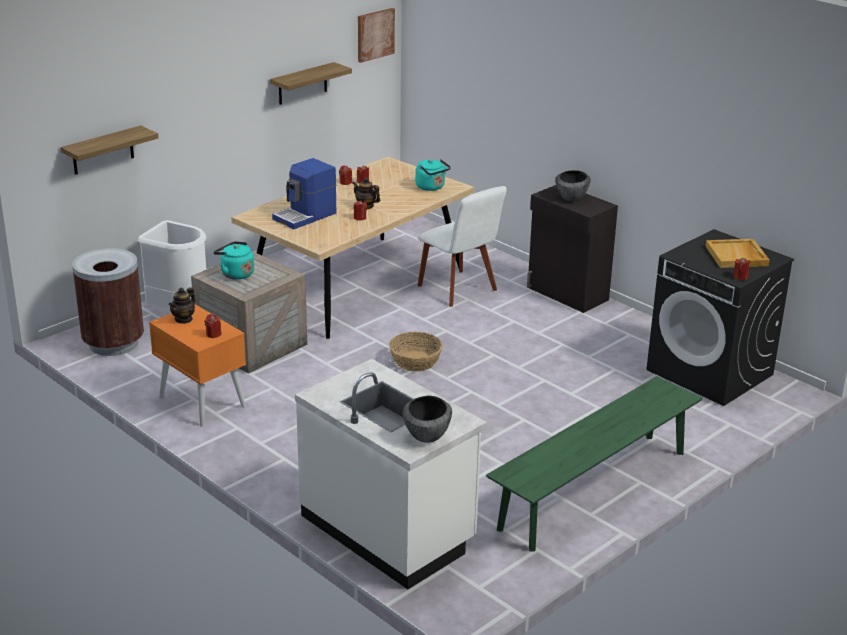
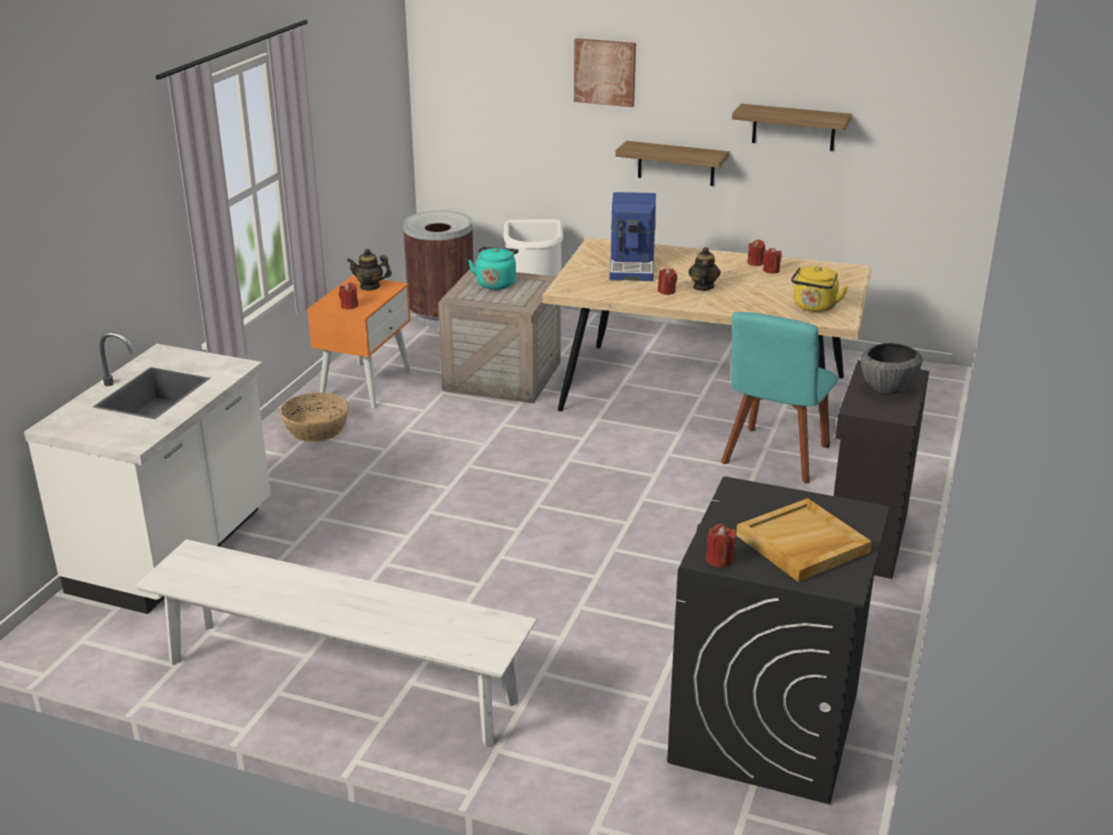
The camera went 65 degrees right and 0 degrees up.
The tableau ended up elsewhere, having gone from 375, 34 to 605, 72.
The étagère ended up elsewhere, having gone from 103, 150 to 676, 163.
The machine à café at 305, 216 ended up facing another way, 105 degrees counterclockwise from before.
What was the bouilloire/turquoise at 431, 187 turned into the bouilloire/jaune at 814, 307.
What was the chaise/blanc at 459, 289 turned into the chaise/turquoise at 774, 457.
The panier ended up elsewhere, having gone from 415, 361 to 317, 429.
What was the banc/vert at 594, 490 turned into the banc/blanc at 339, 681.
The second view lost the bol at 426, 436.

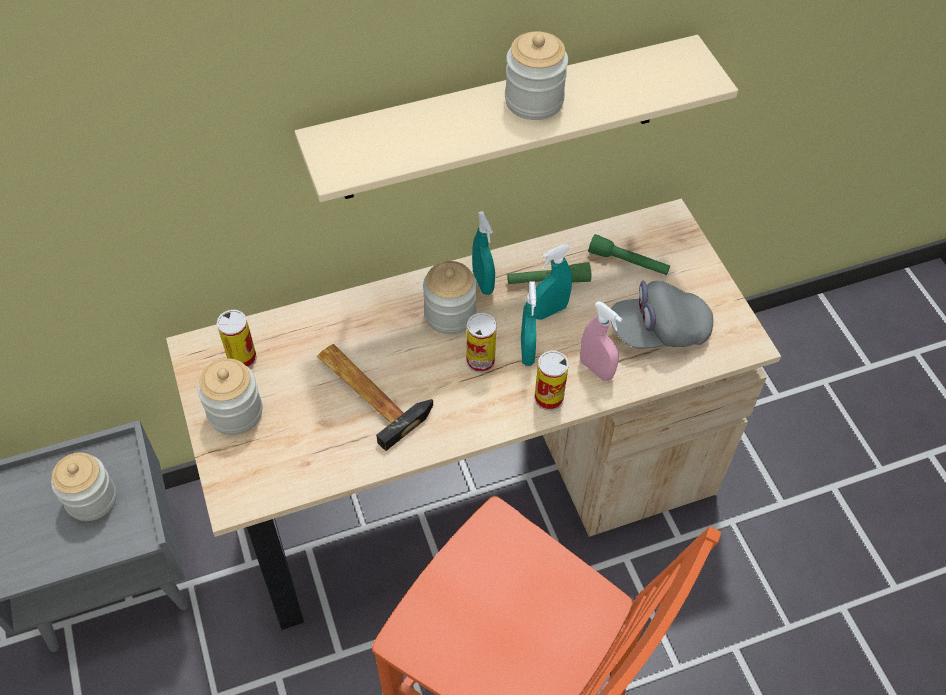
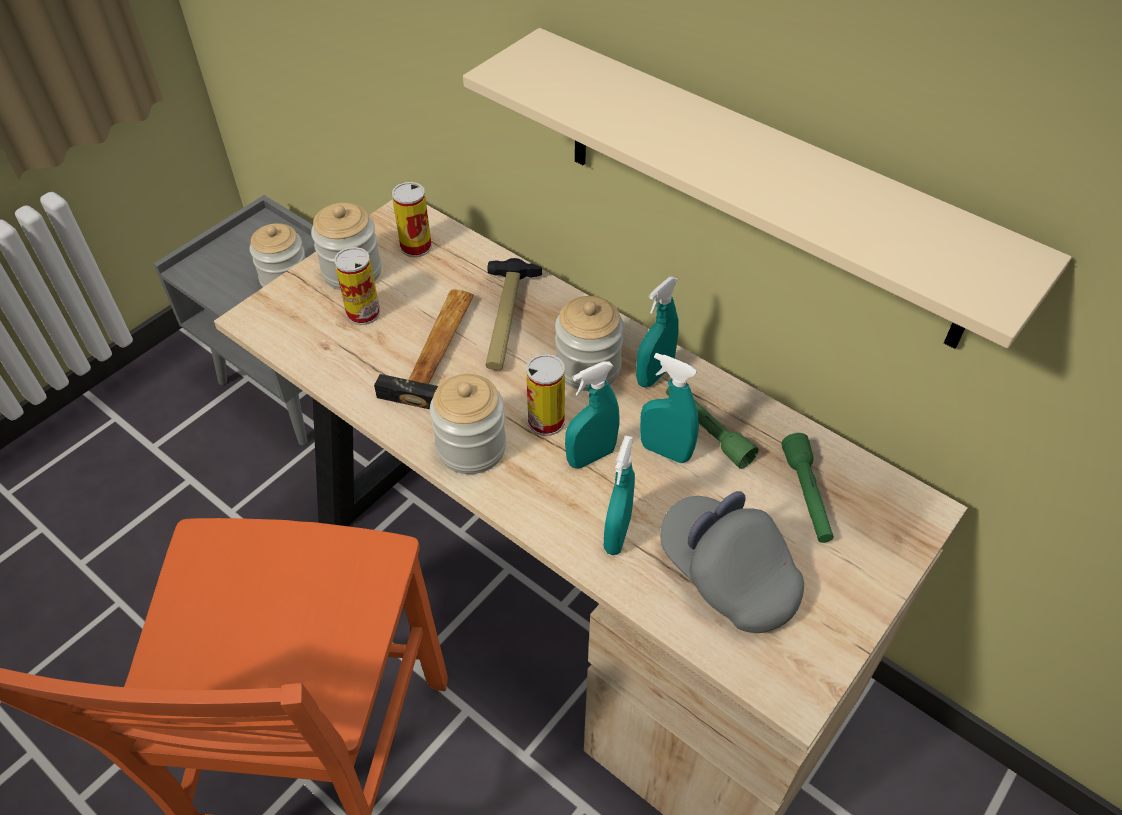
The camera went 60 degrees right and 5 degrees down.
The bocal ended up elsewhere, having gone from 534, 101 to 471, 447.
What was the vaporisateur/rose at 596, 369 turned into the vaporisateur/turquoise at 617, 534.
The boîte métallique ended up elsewhere, having gone from 548, 398 to 363, 313.
The second view gained the marteau at 506, 320.

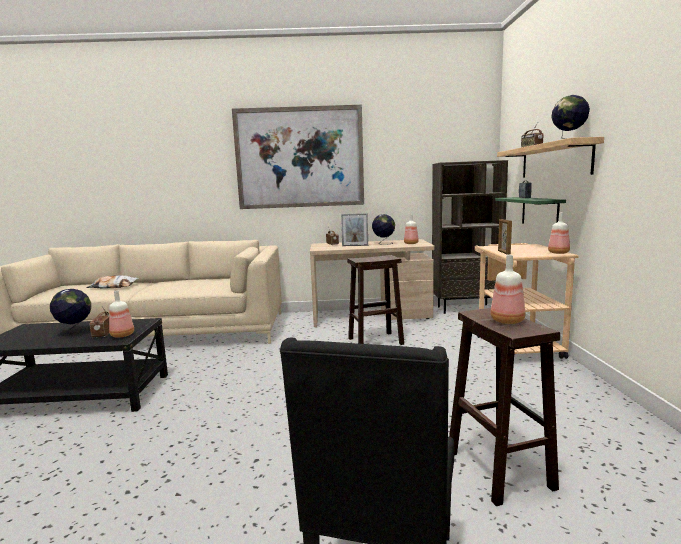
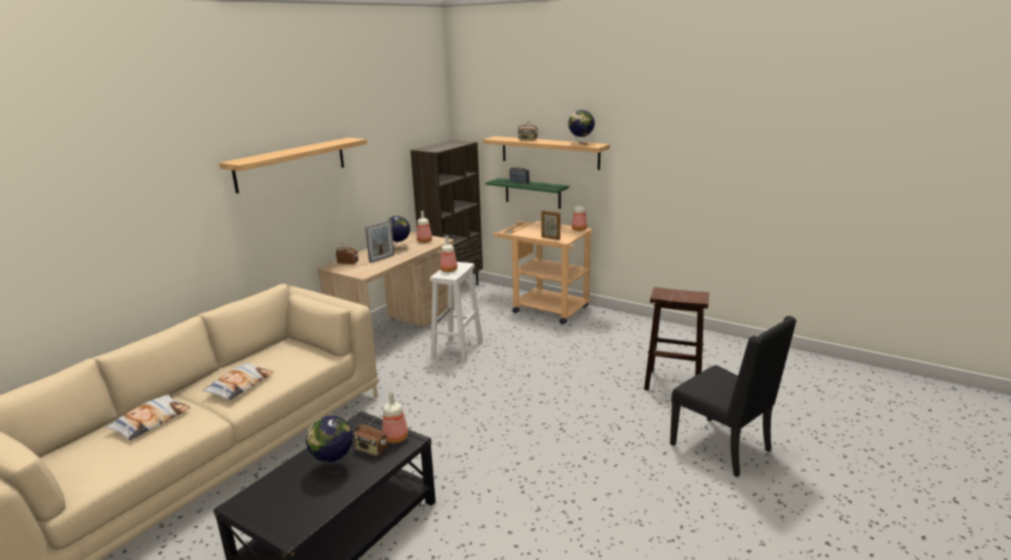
The camera went 55 degrees left and 10 degrees up.
Where the tableau hung at 300, 158, the étagère came to hang at 291, 164.
What was the tabouret/marron at 374, 341 turned into the tabouret/blanc at 457, 350.
The bouteille ended up elsewhere, having gone from 508, 320 to 449, 270.
The second view gained the coussin at 239, 385.

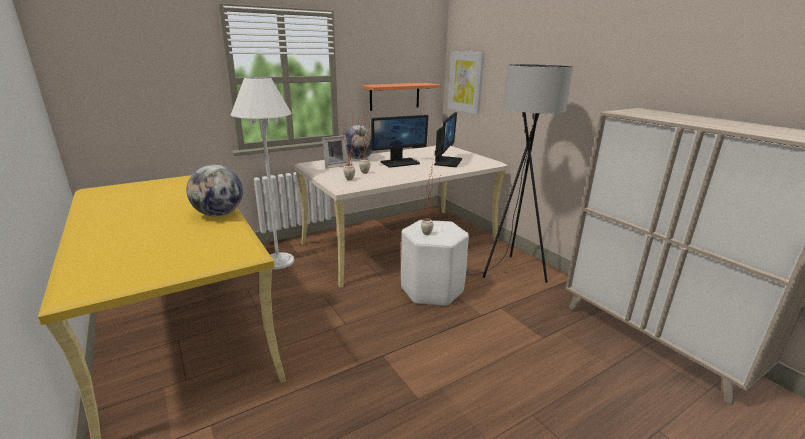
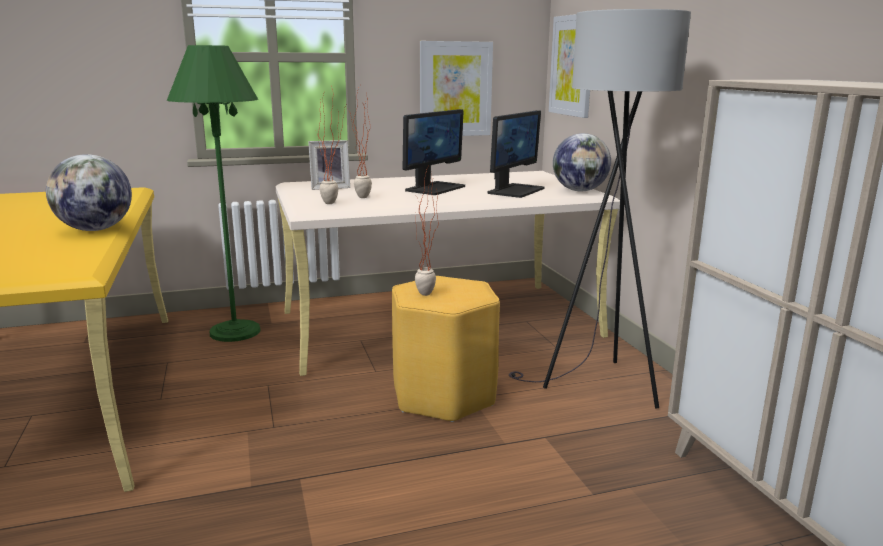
The camera went 15 degrees right and 5 degrees down.
What was the lampadaire/blanc at 278, 261 turned into the lampadaire/vert at 235, 331.
Where the étagère hung at 394, 96, the tableau came to hang at 455, 89.
The écran d'ordinateur at 400, 162 ended up facing another way, 45 degrees counterclockwise from before.
The globe ended up elsewhere, having gone from 358, 158 to 579, 190.
What was the tabouret/blanc at 431, 290 turned into the tabouret/jaune at 443, 396.

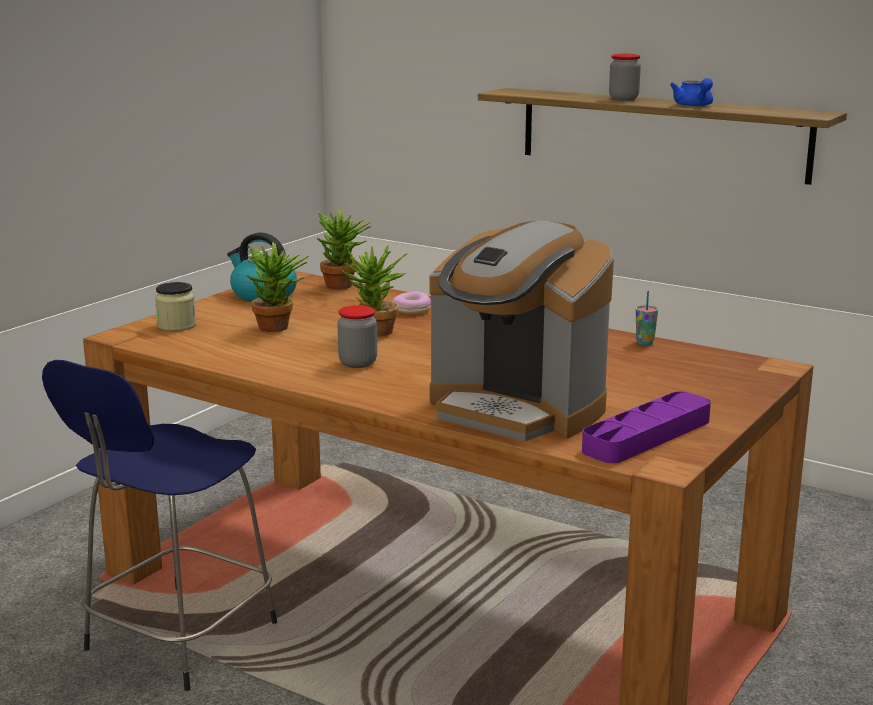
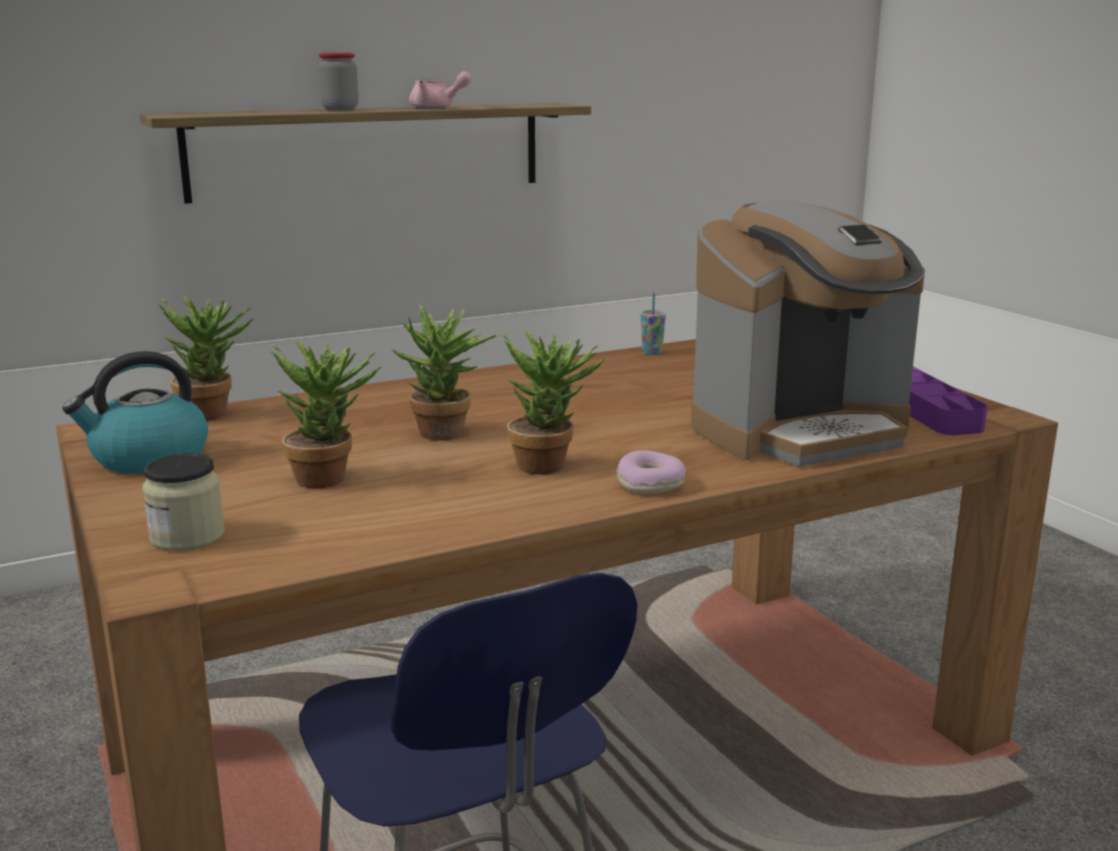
The camera went 60 degrees left and 0 degrees up.
What was the théière/bleu at 694, 106 turned into the théière/rose at 437, 107.
The beignet ended up elsewhere, having gone from 412, 310 to 650, 484.
Where the bocal stood at 358, 363, the plante en pot came to stand at 549, 464.

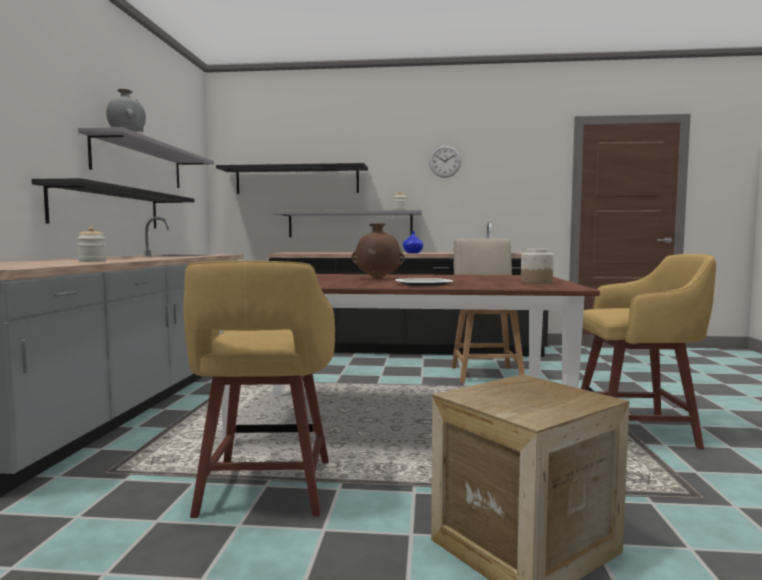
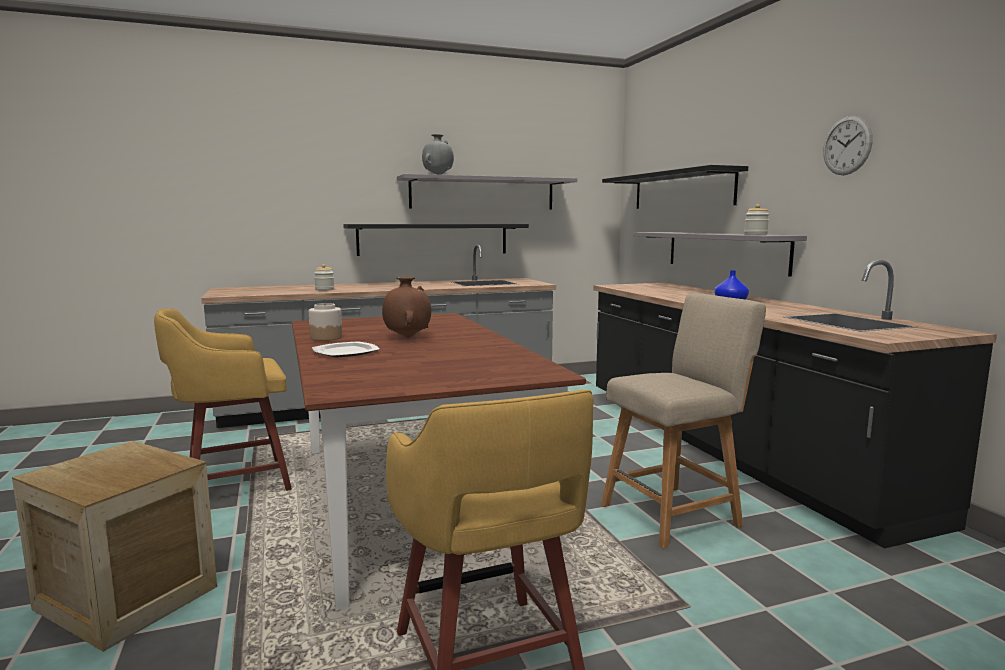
The camera went 65 degrees right and 5 degrees up.
The bocal ended up elsewhere, having gone from 536, 282 to 326, 338.

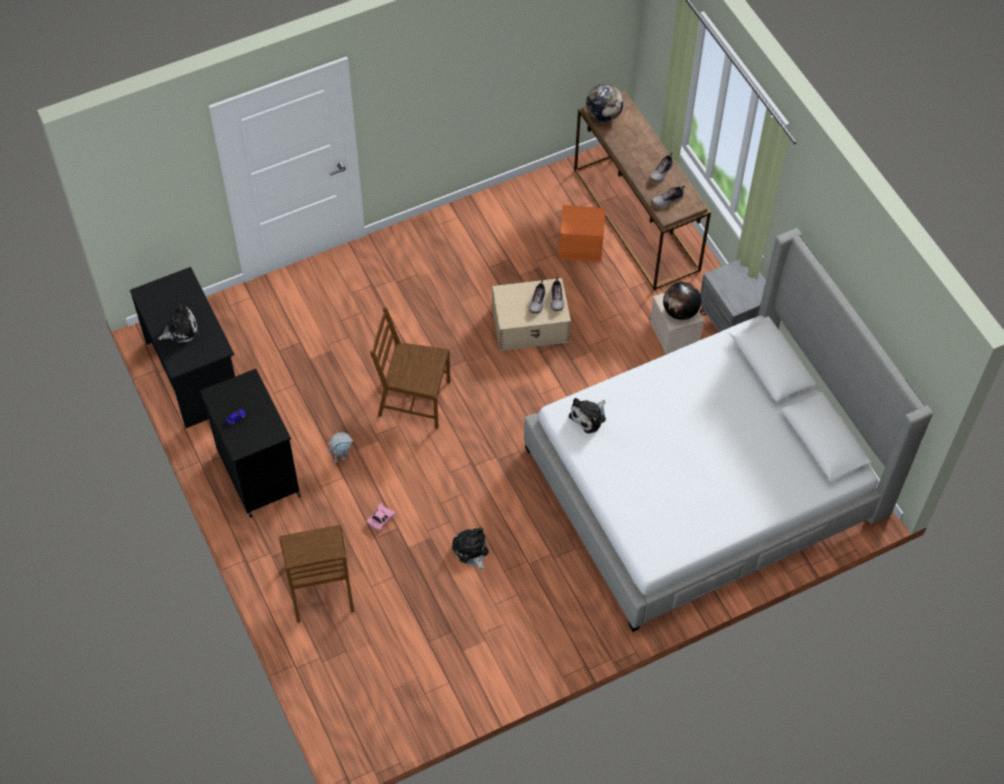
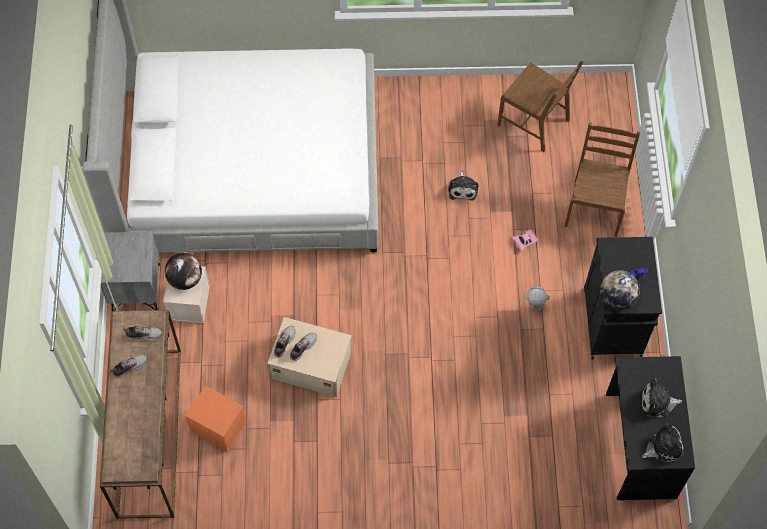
The camera went 155 degrees left and 5 degrees up.
The globe ended up elsewhere, having gone from 603, 115 to 616, 298.
The chaise/marron ended up elsewhere, having gone from 413, 399 to 534, 122.
The peluche ended up elsewhere, having gone from 589, 417 to 663, 447.

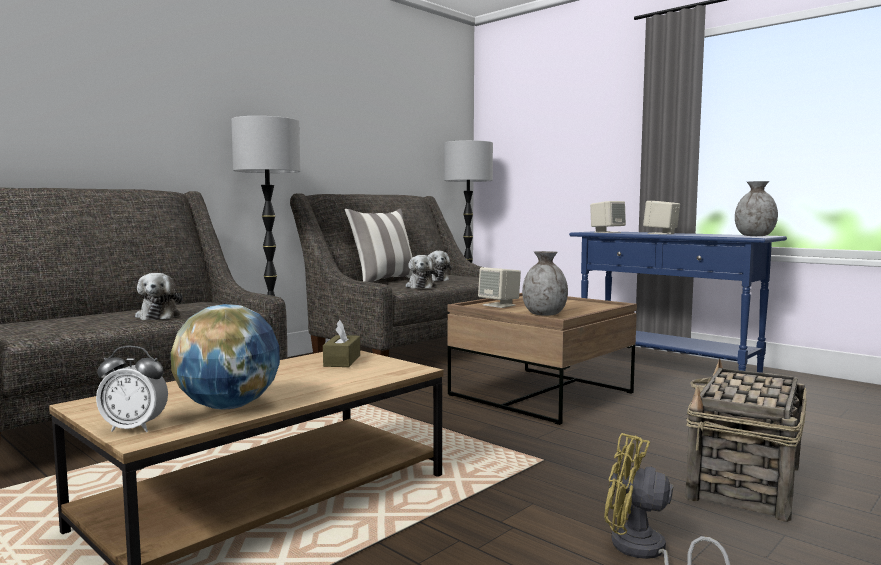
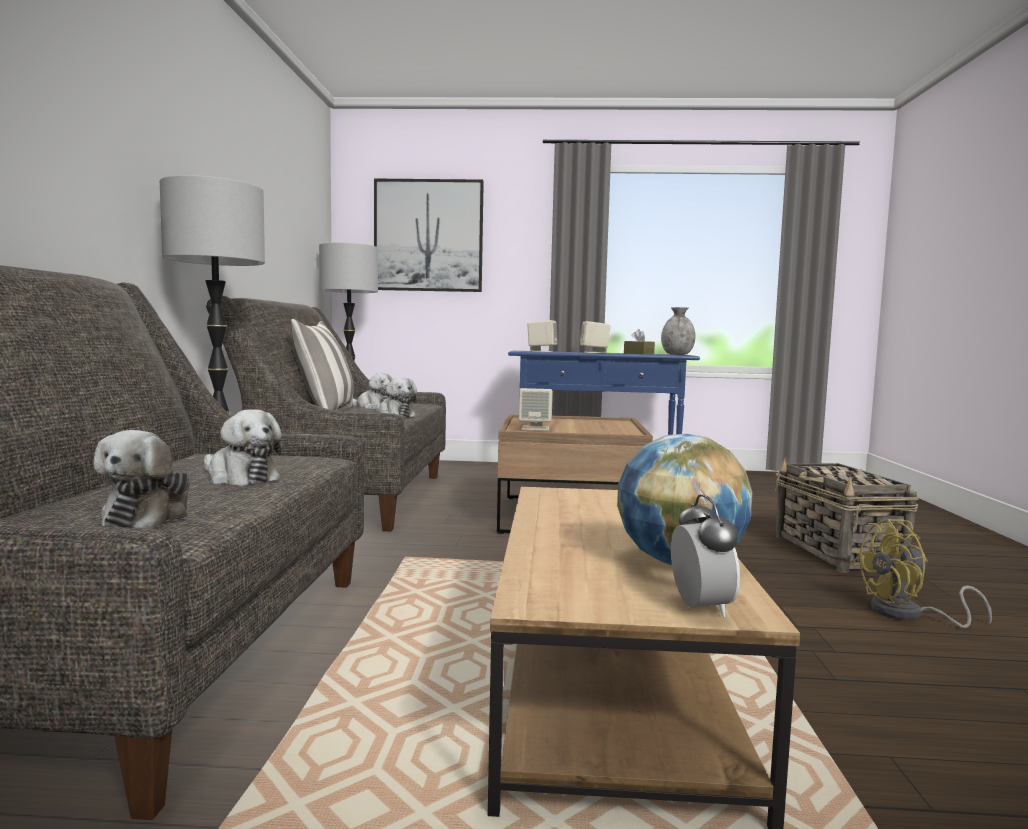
The camera went 40 degrees left and 0 degrees up.
The second view lost the vase/gris at 545, 314.
The boîte à mouchoirs/marron ended up elsewhere, having gone from 342, 361 to 638, 353.
The réveil at 134, 428 ended up facing another way, 60 degrees counterclockwise from before.
The second view gained the tableau at 428, 236.
The second view gained the peluche at 150, 515.

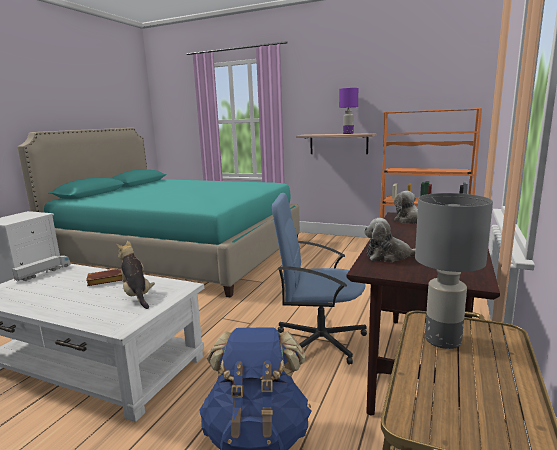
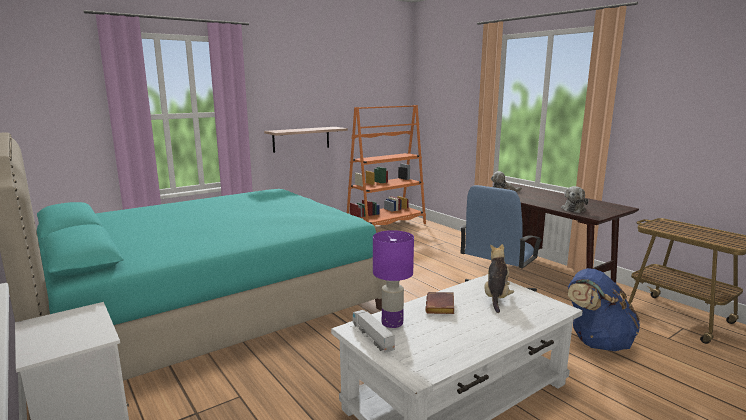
The camera went 60 degrees left and 0 degrees up.
The lampe de table/violet ended up elsewhere, having gone from 348, 133 to 392, 323.
The second view lost the lampe de table/gris at 443, 339.
The peluche at 137, 295 ended up facing another way, 105 degrees clockwise from before.

